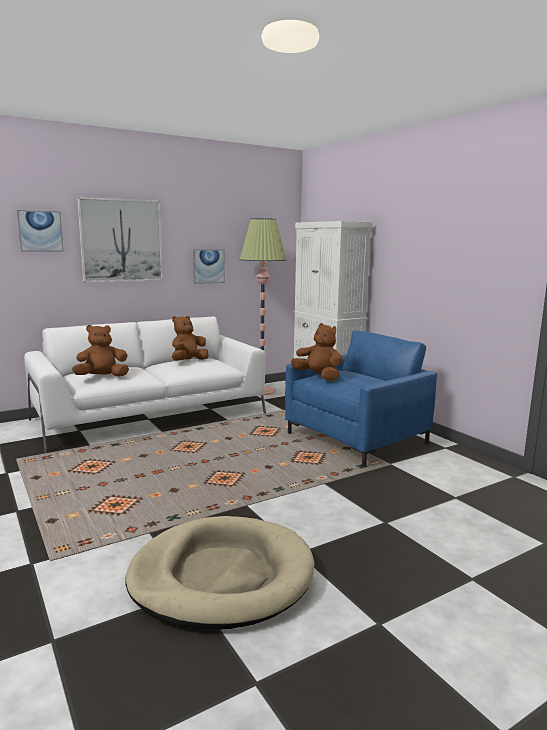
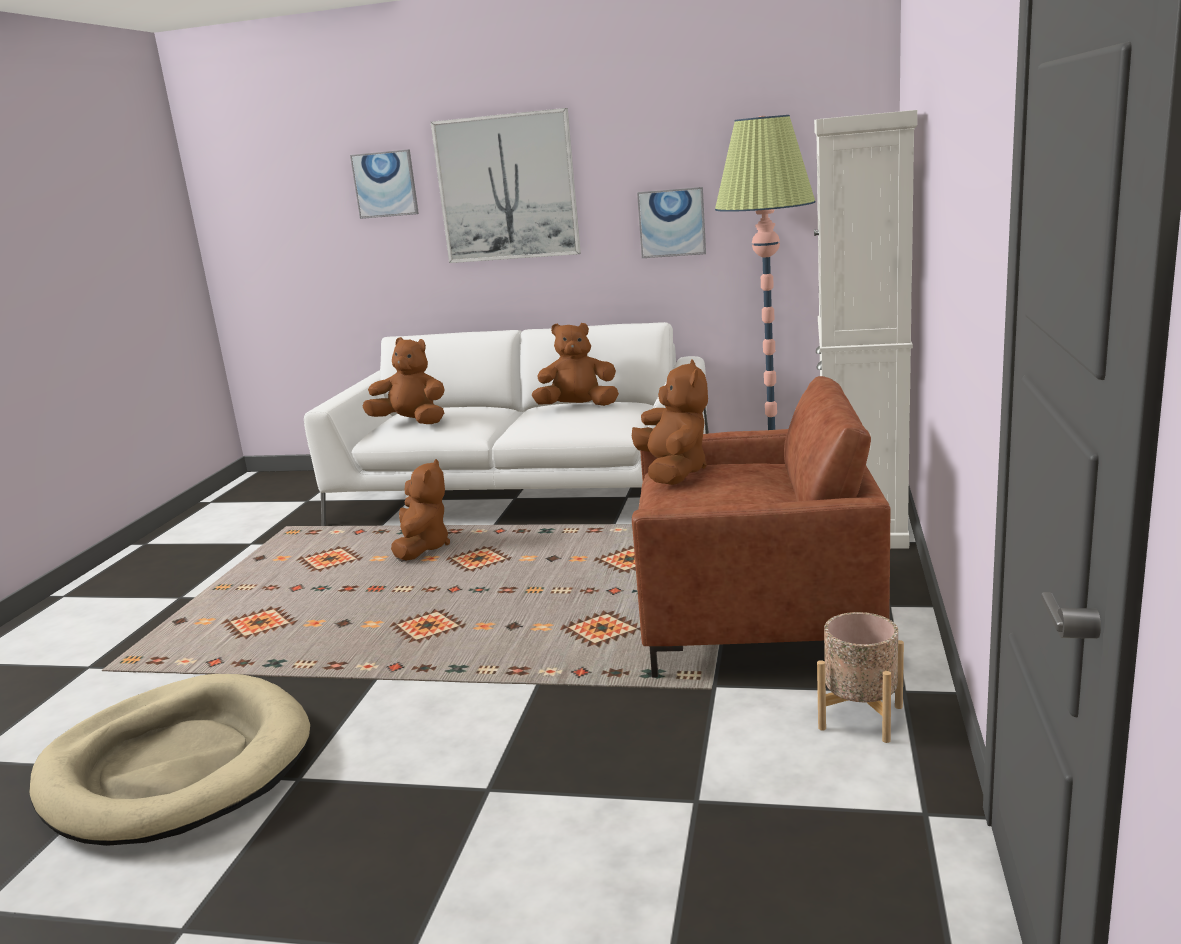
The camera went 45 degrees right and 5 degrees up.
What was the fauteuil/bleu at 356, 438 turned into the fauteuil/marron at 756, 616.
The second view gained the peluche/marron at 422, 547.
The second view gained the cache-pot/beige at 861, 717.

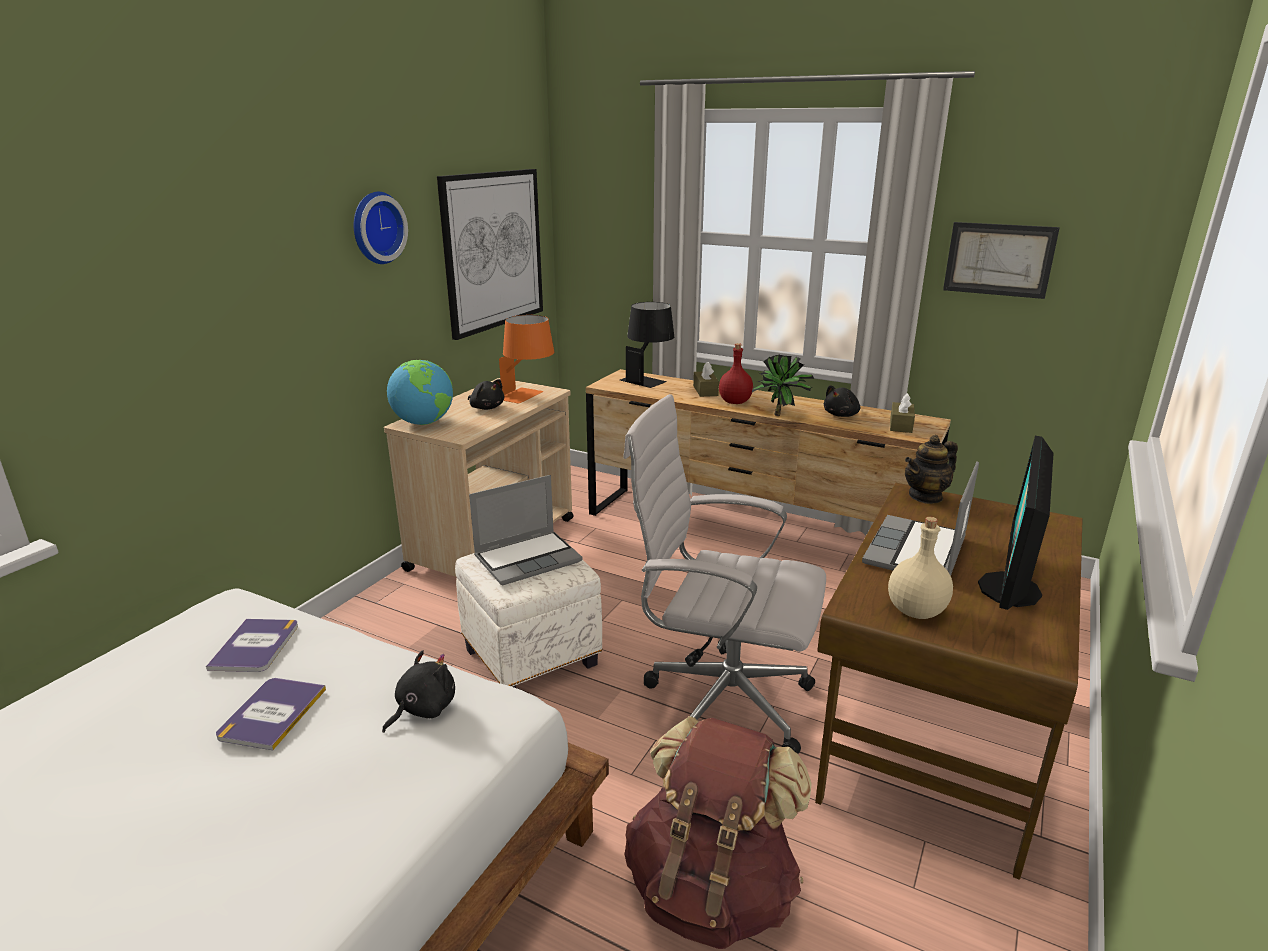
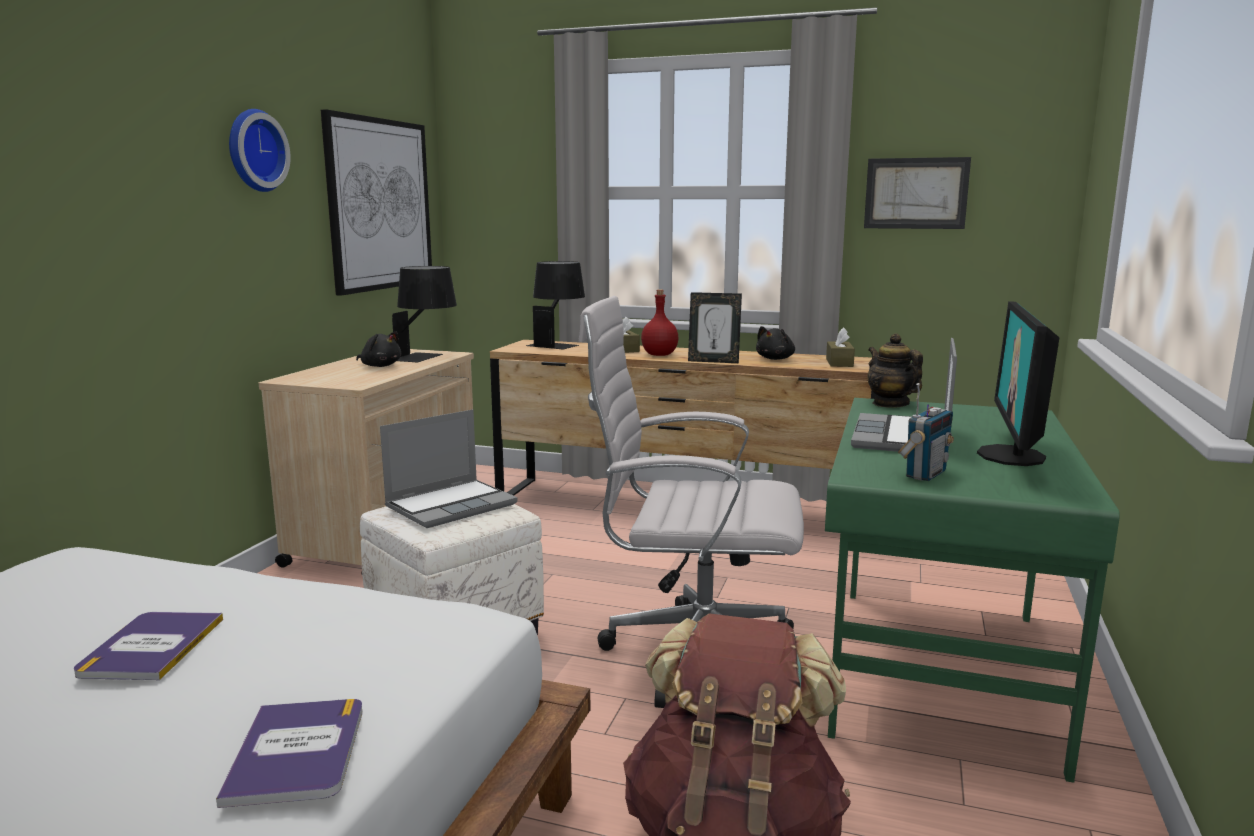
The camera went 10 degrees left and 10 degrees down.
What was the lampe de table/orange at 528, 396 turned into the lampe de table/noir at 426, 357.
Where the plante en pot stood at 781, 416, the cadre photo came to stand at 713, 361.
The second view lost the globe at 424, 423.
The théière at 926, 496 ended up facing another way, 105 degrees clockwise from before.
What was the bureau/marron at 932, 743 turned into the bureau/vert at 936, 670.
Where the bouteille/beige stood at 915, 610, the radio came to stand at 924, 474.
The livre ended up elsewhere, having gone from 255, 646 to 297, 752.
The second view lost the peluche/noir at 423, 709.

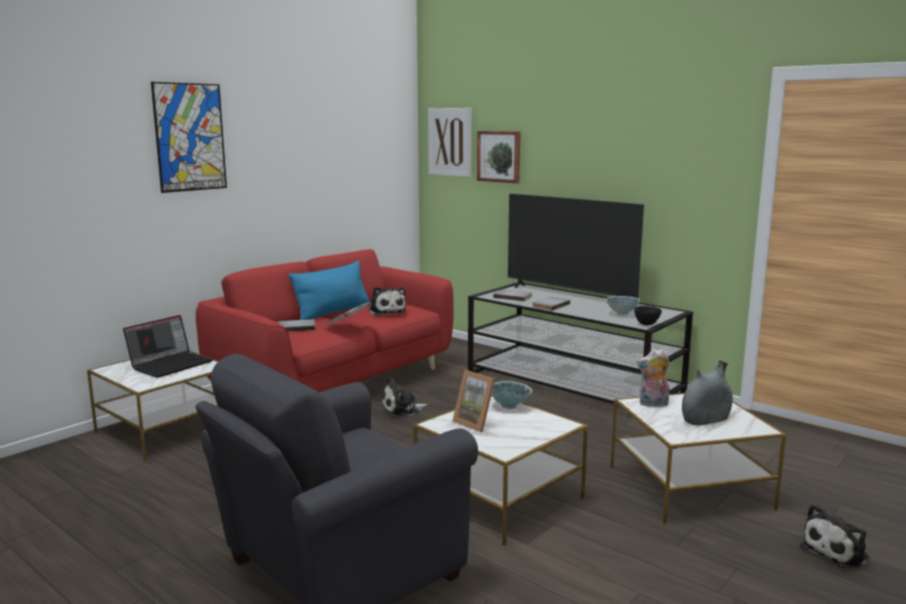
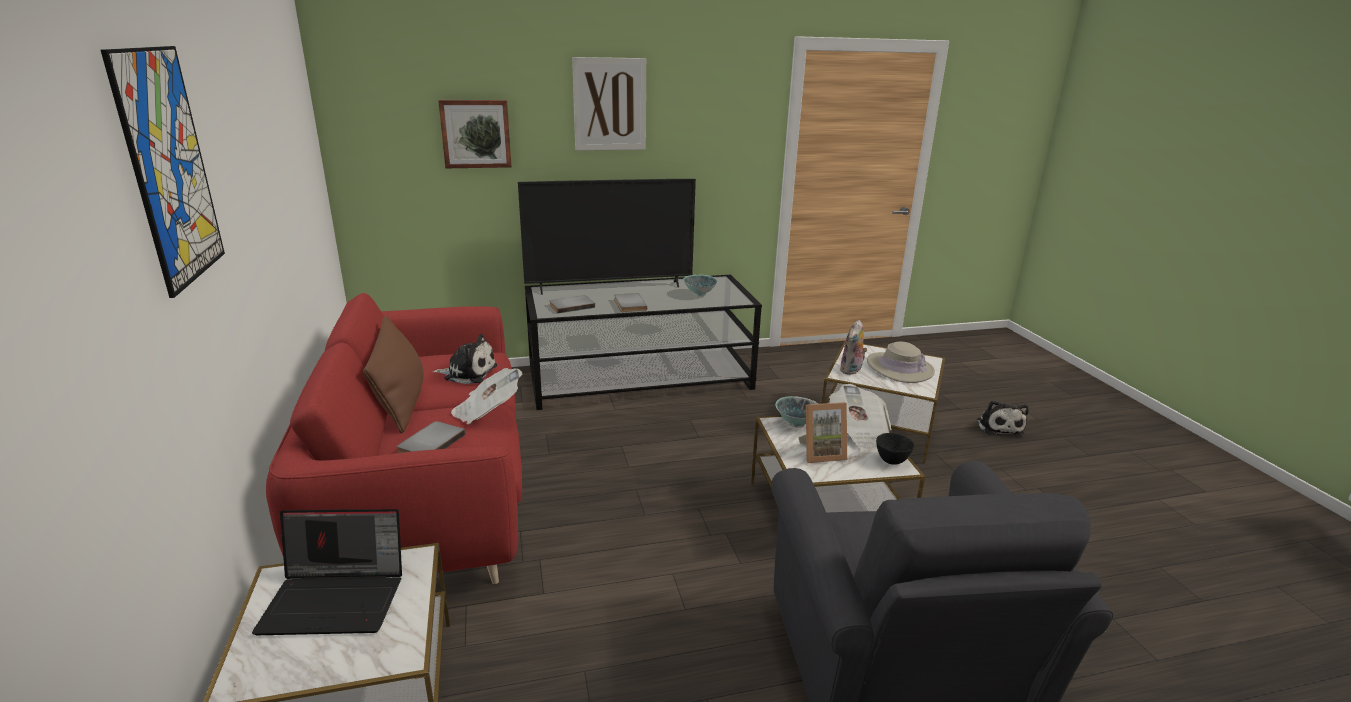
The camera went 55 degrees left and 10 degrees up.
The tableau ended up elsewhere, having gone from 450, 142 to 610, 104.
What was the coussin/bleu at 333, 312 turned into the coussin/marron at 400, 401.
The bol/noir ended up elsewhere, having gone from 646, 324 to 891, 460.
The ordinateur portable at 171, 364 ended up facing another way, 105 degrees clockwise from before.
Where the vase/gris stood at 705, 420, the chapeau/beige came to stand at 899, 368.
The second view lost the peluche at 402, 409.
The second view gained the journal at 858, 433.

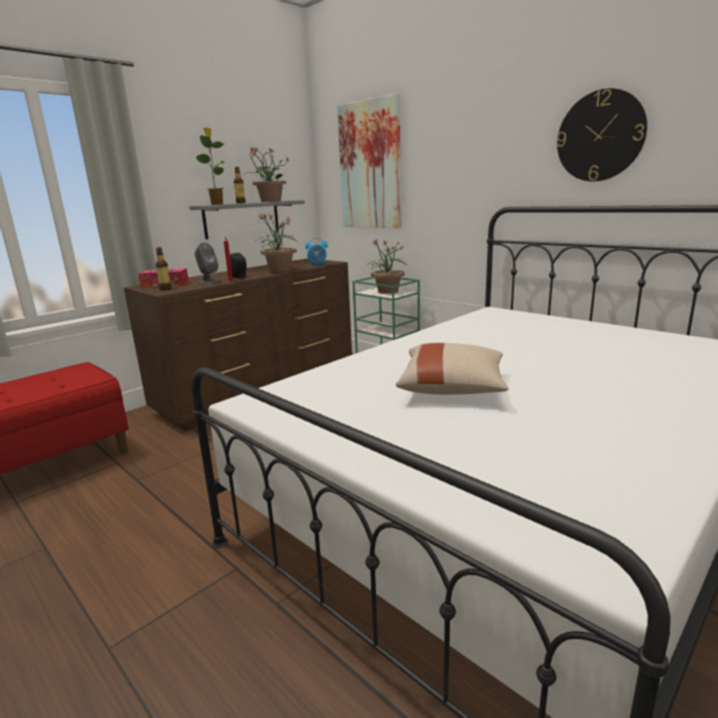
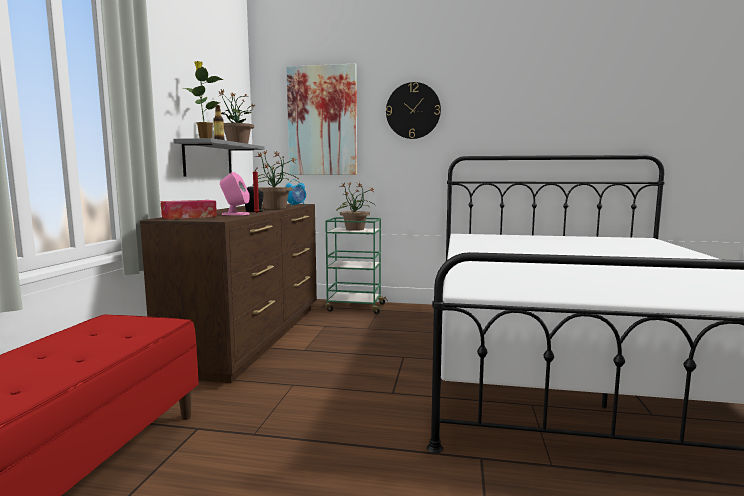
The camera went 35 degrees left and 10 degrees down.
The horloge murale ended up elsewhere, having gone from 600, 136 to 413, 111.
What was the enceinte/gris at 208, 282 turned into the enceinte/rose at 235, 214.
The second view lost the bouteille at 165, 289.
The second view lost the coussin/beige at 452, 388.

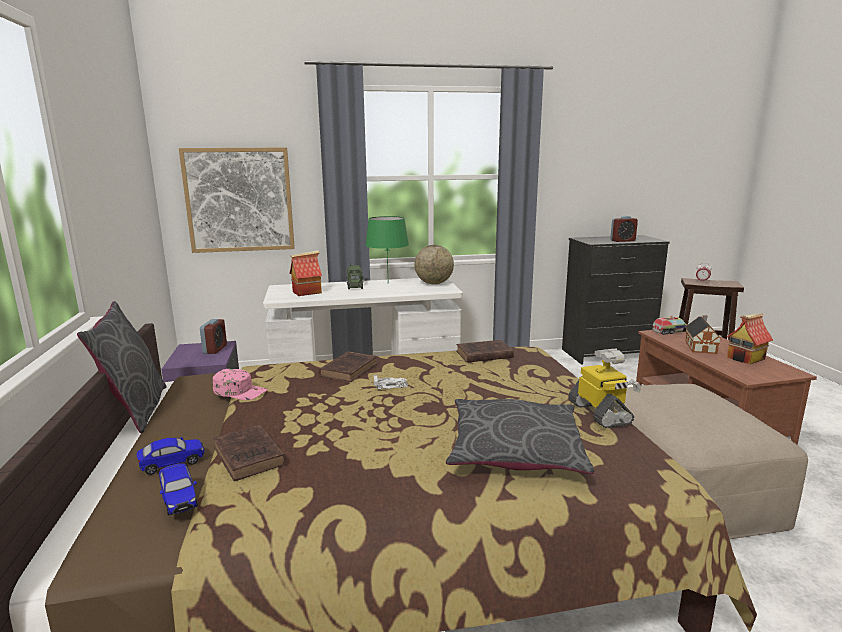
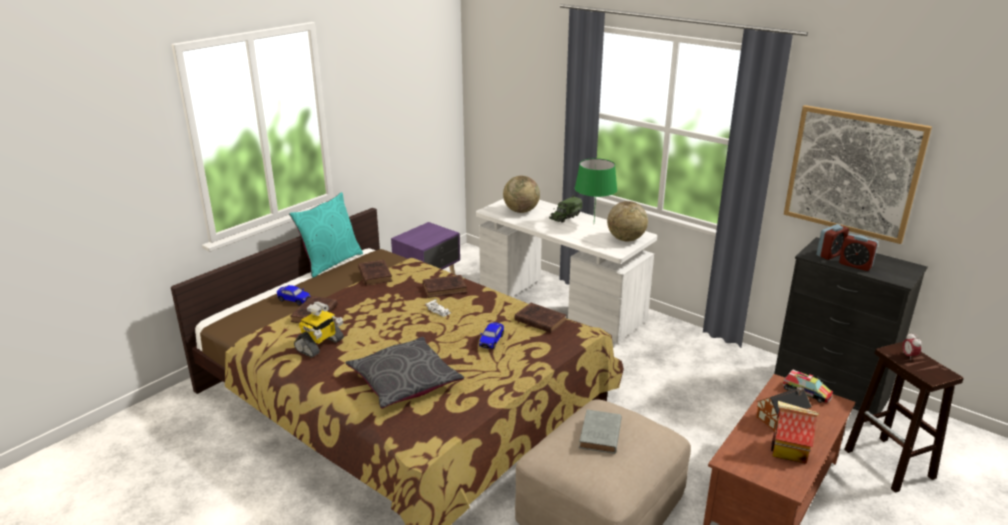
The camera went 50 degrees right and 10 degrees up.
The tableau ended up elsewhere, having gone from 239, 200 to 853, 173.
Where the maison miniature stood at 307, 292, the globe came to stand at 521, 211.
What was the coussin/gris at 135, 410 turned into the coussin/turquoise at 330, 262.
The réveil ended up elsewhere, having gone from 215, 349 to 830, 254.
The robot jouet ended up elsewhere, having gone from 601, 413 to 320, 345.
Where the casquette/rose stood at 240, 391, the livre/marron came to stand at 375, 274.
The petite voiture ended up elsewhere, having gone from 179, 499 to 491, 341.
The second view gained the livre/gris at 600, 435.

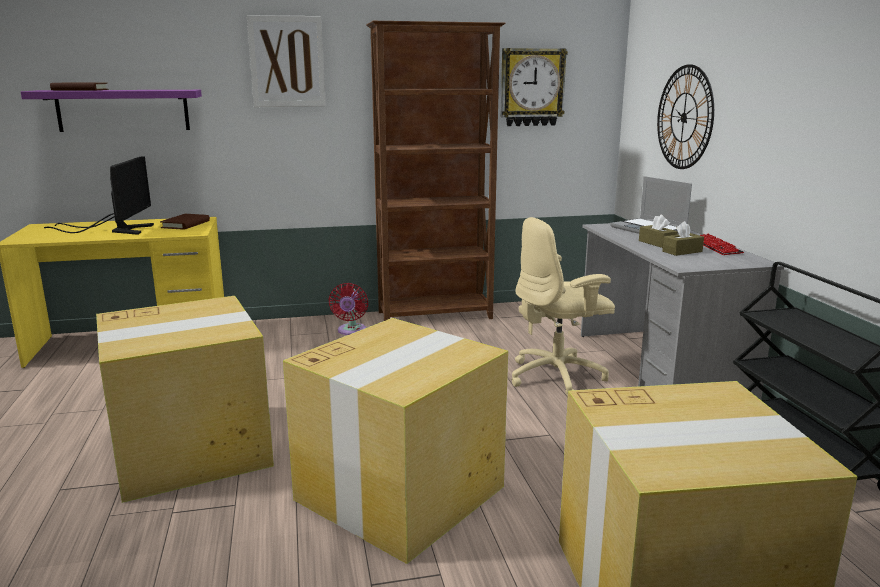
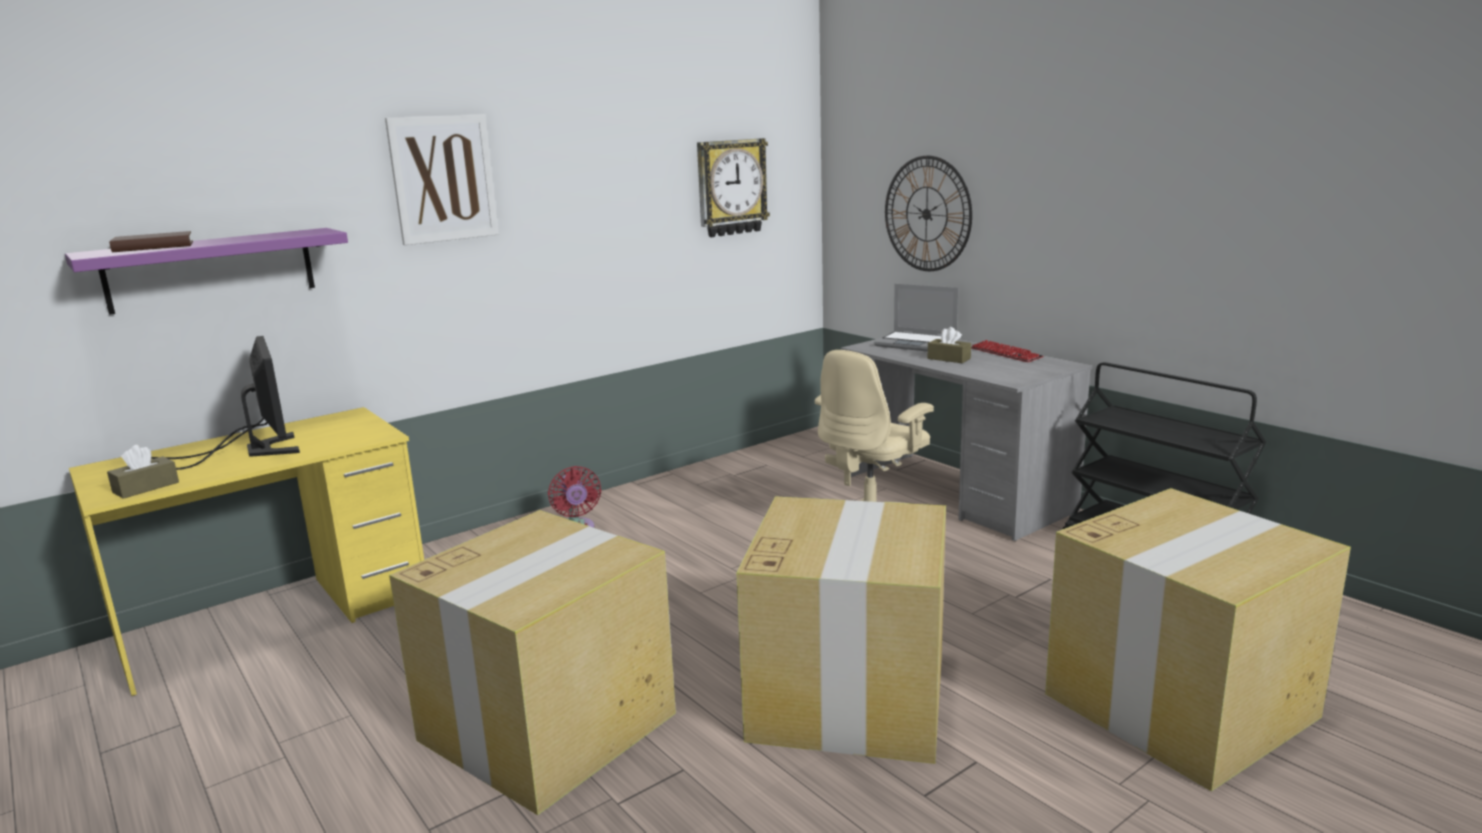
The camera went 25 degrees left and 0 degrees up.
The second view lost the bibliothèque/marron at 436, 315.
The second view lost the livre/marron at 185, 224.
The boîte à mouchoirs/marron ended up elsewhere, having gone from 682, 251 to 146, 487.

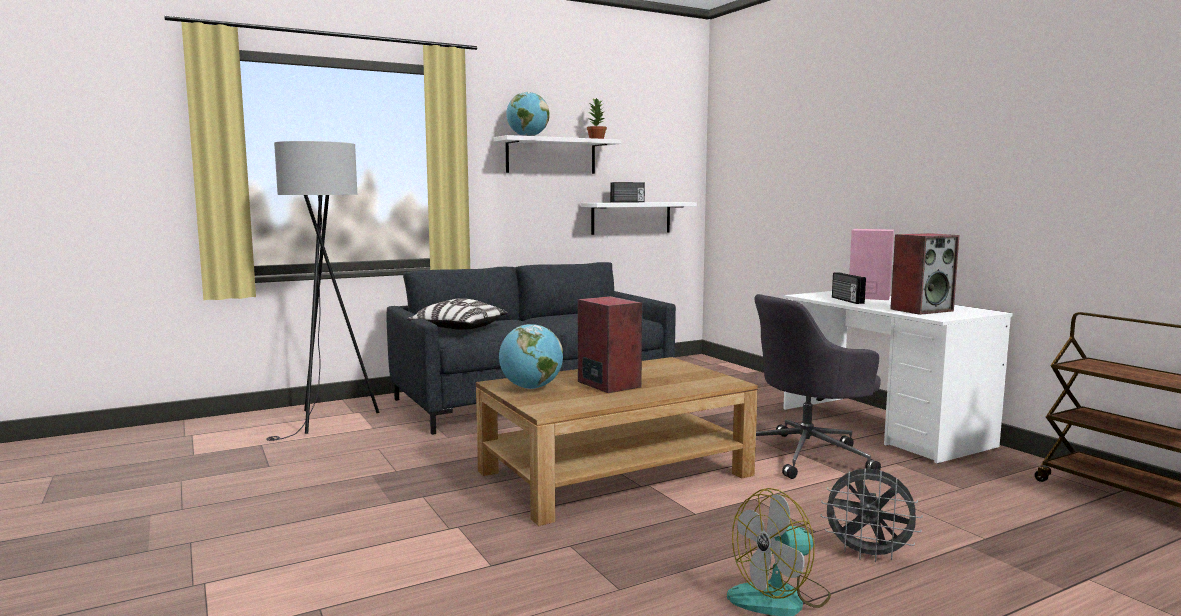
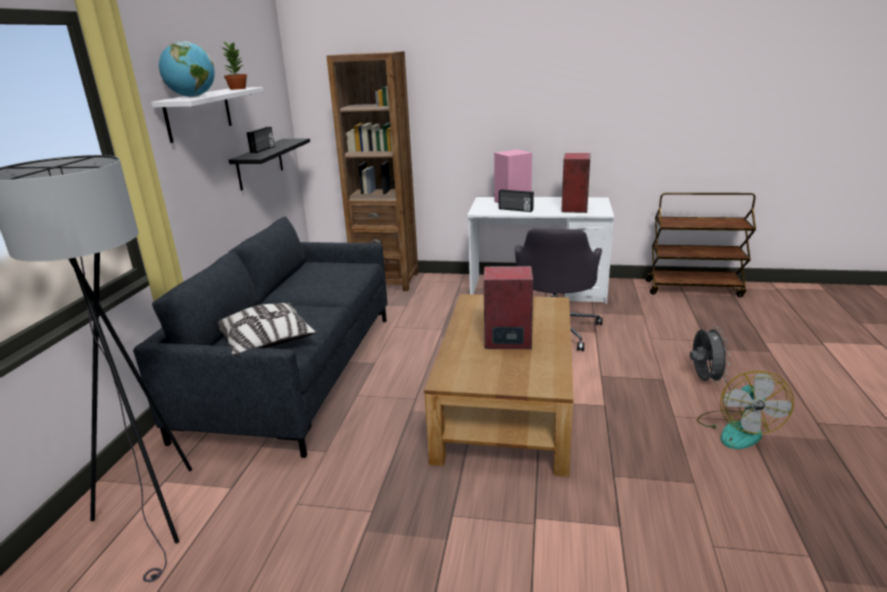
The camera went 50 degrees left and 15 degrees up.
What was the étagère/blanc at 631, 218 turned into the étagère/noir at 260, 164.
The second view lost the globe at 531, 388.
The ventilateur/gris at 868, 555 ended up facing another way, 60 degrees counterclockwise from before.
The second view gained the bibliothèque/marron at 386, 281.

